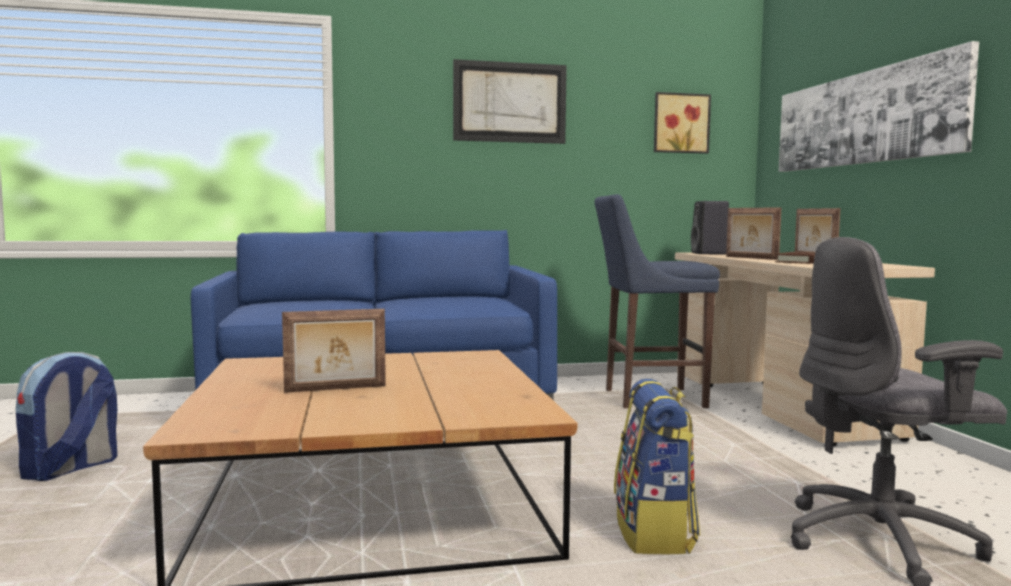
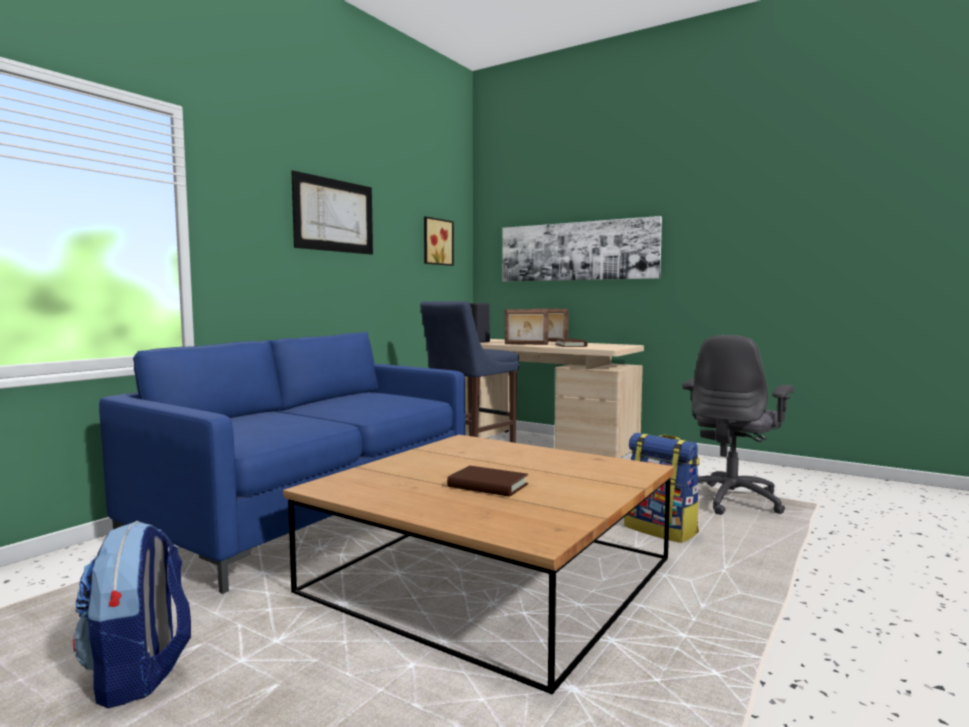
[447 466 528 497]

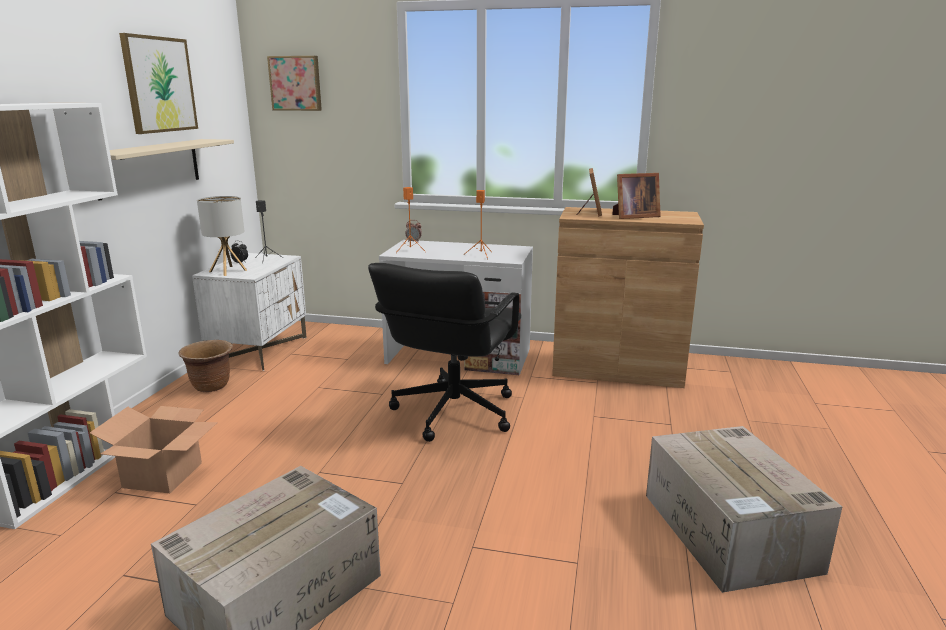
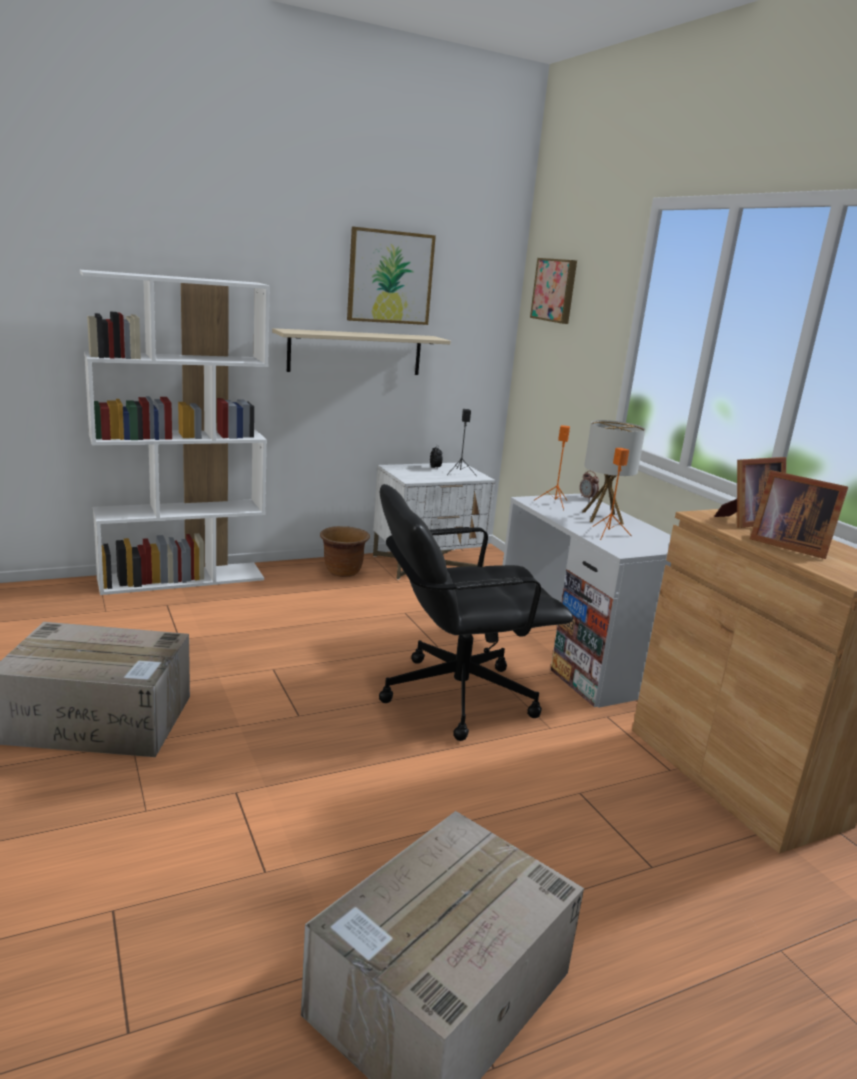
[90 406 218 493] (first image)
[582 420 645 525]

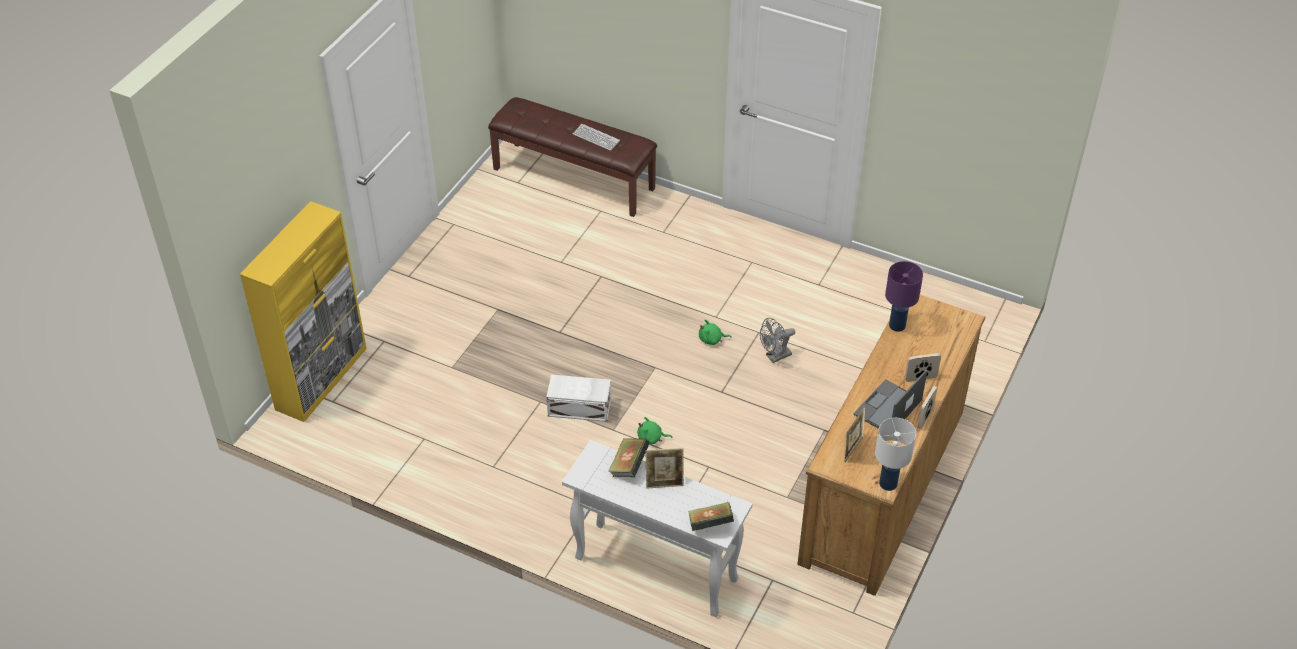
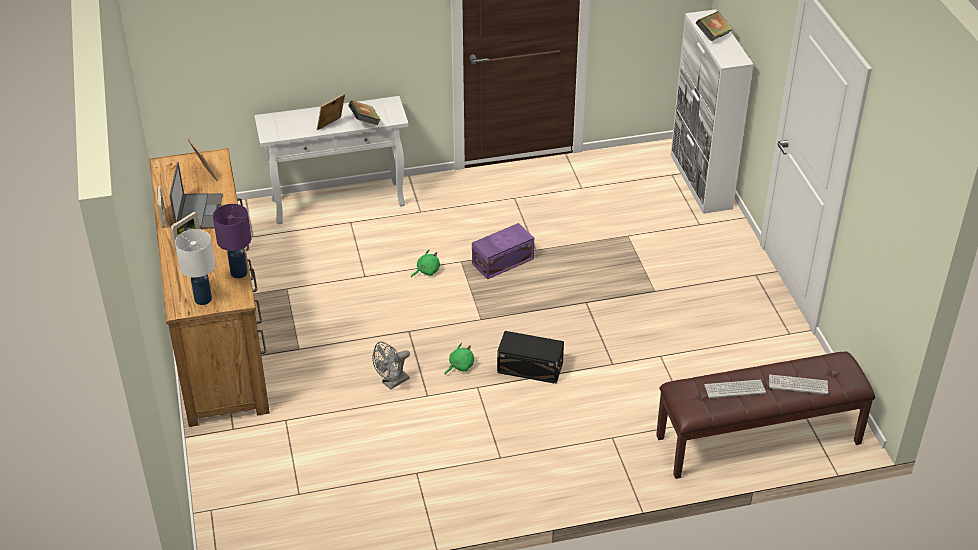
[497 331 564 384]
[769 374 828 395]
[696 11 733 41]
[175 229 215 305]
[671 9 754 214]
[472 223 534 279]
[372 342 410 390]

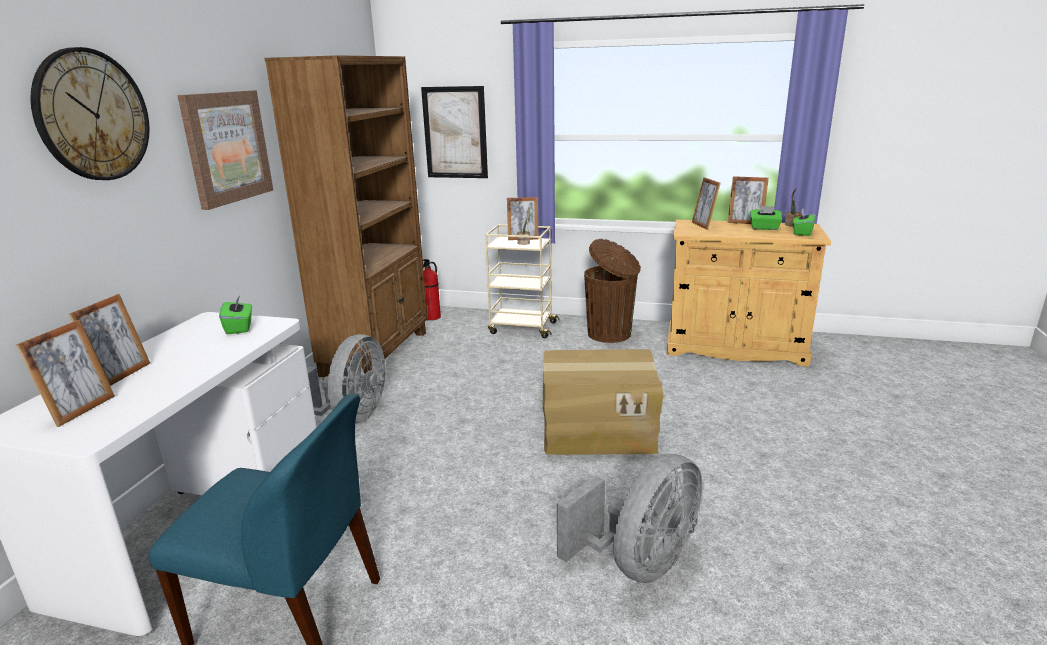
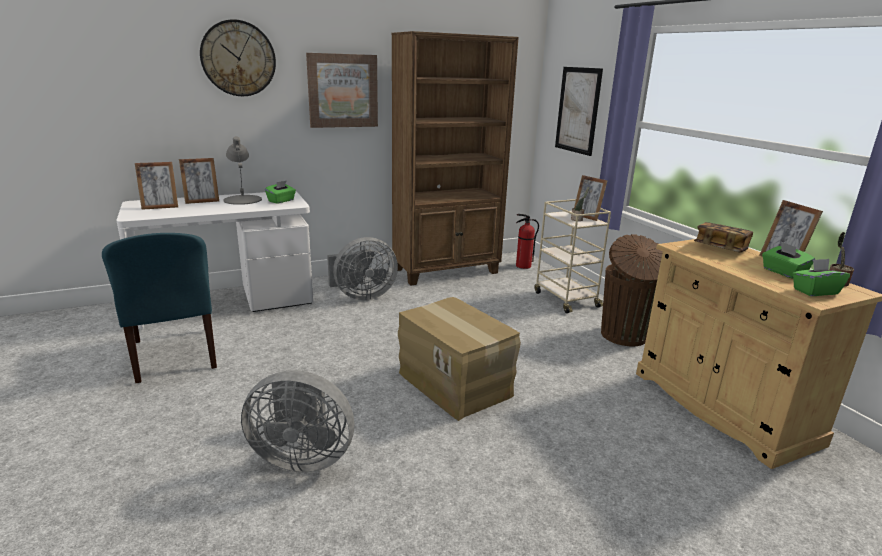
[223 136 262 205]
[694 222 753 252]

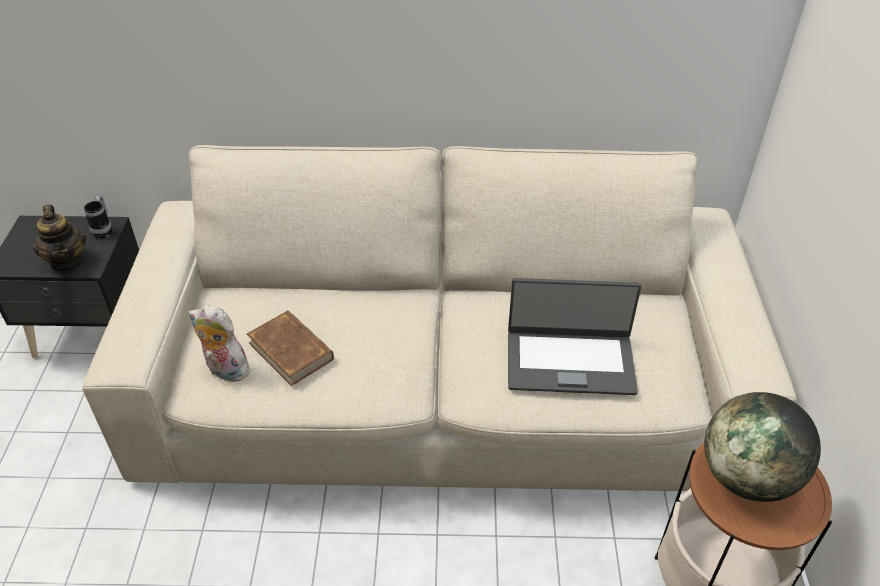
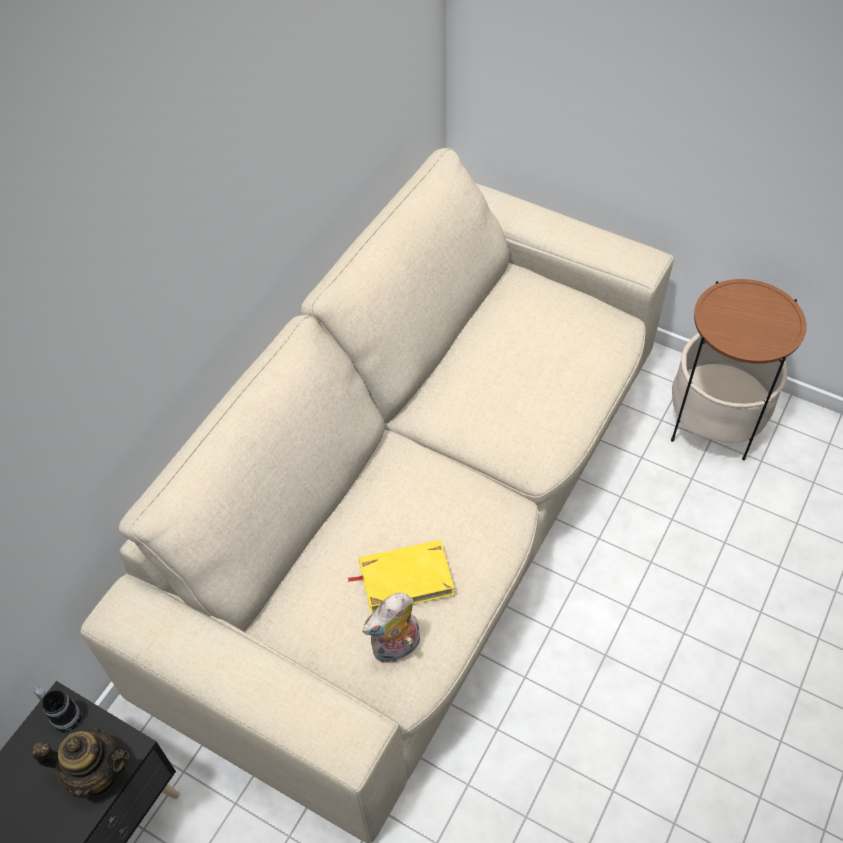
[508 278 641 395] (first image)
[704 392 821 502] (first image)
[348 540 454 614]

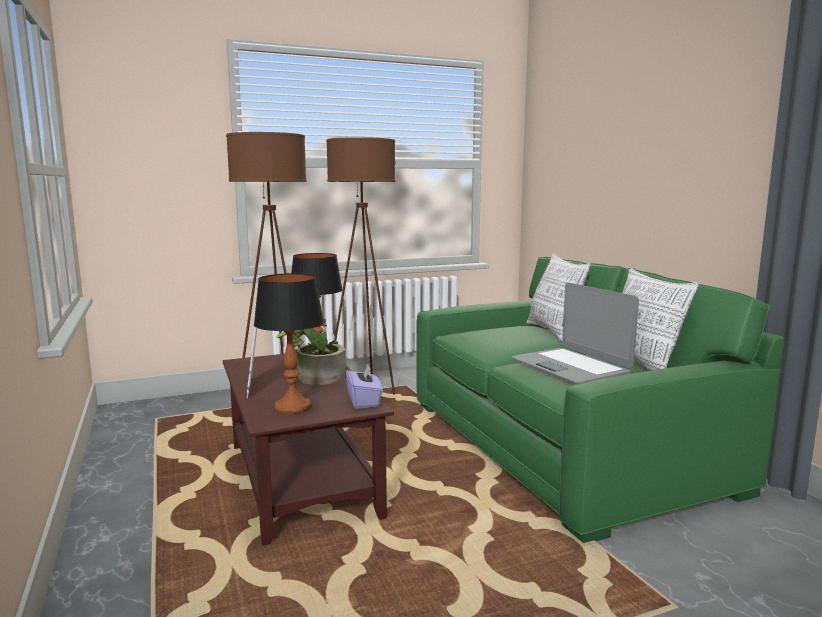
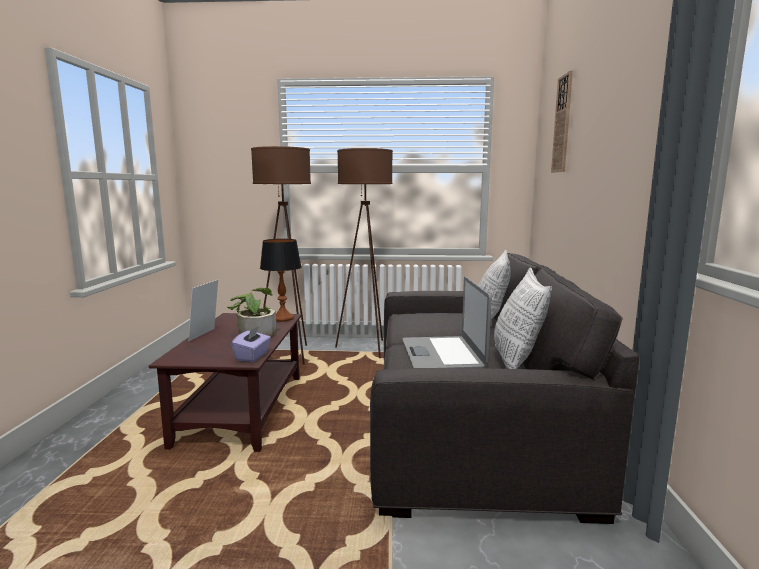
[254 274 324 414] (first image)
[551 71 573 173]
[370 253 640 524]

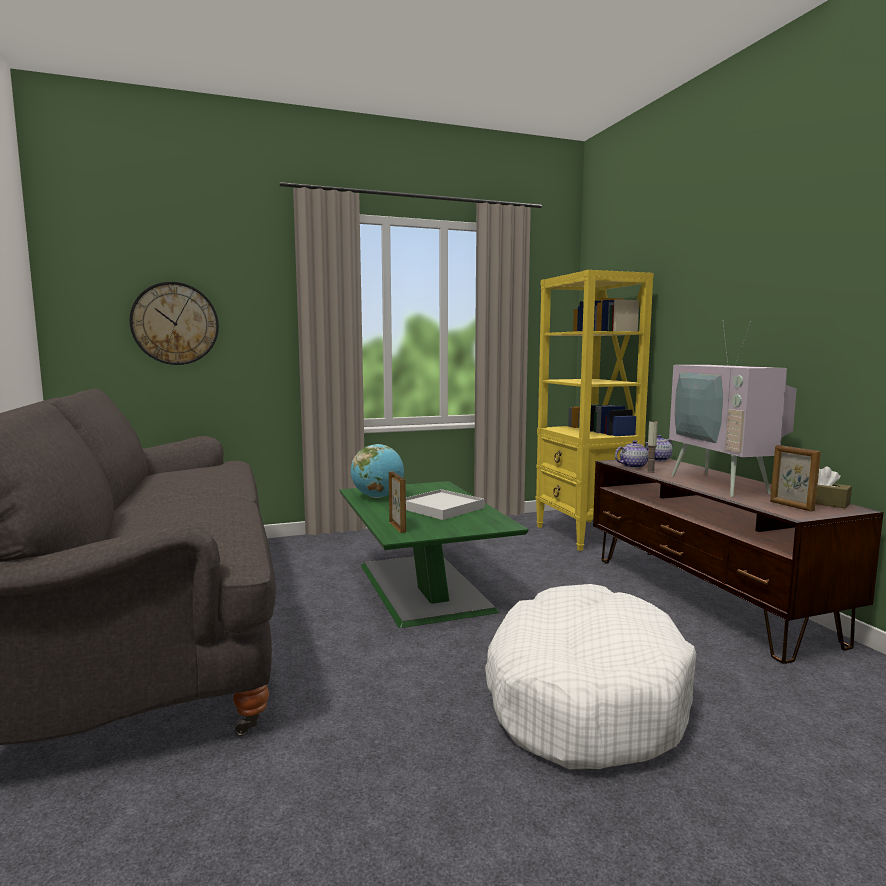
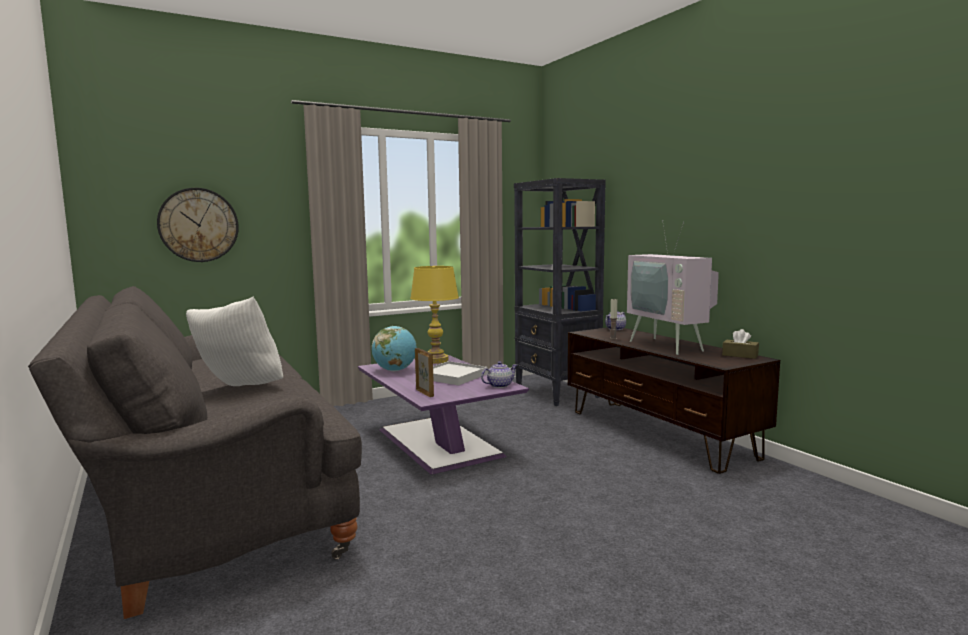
[485 584 696 769] (first image)
[770 445 821 511] (first image)
[186 297 283 386]
[410 266 459 364]
[481 361 517 388]
[358 354 529 474]
[514 178 606 406]

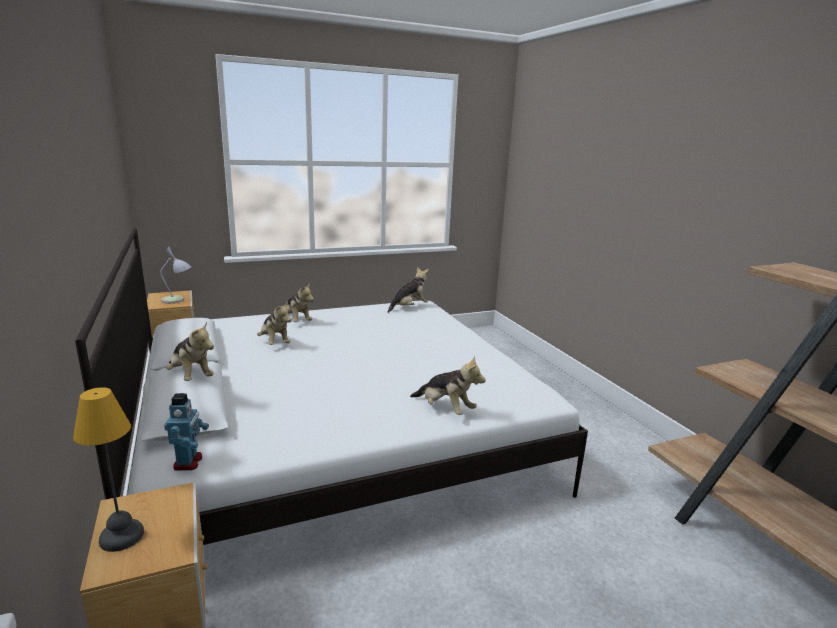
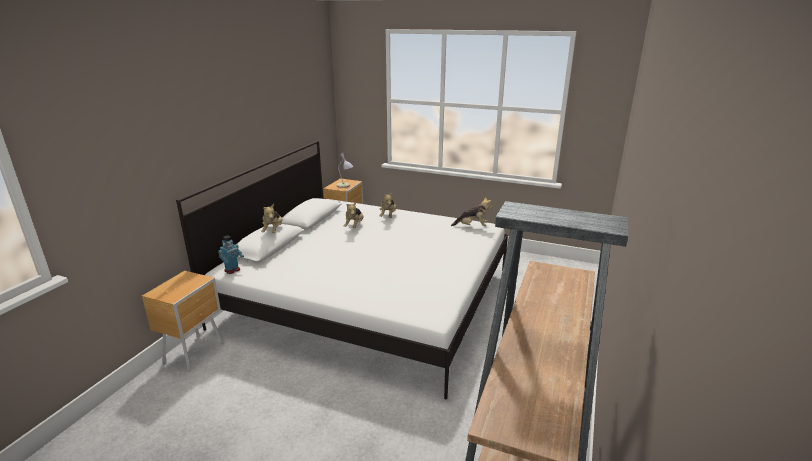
[73 387 144 552] (first image)
[410 356 486 415] (first image)

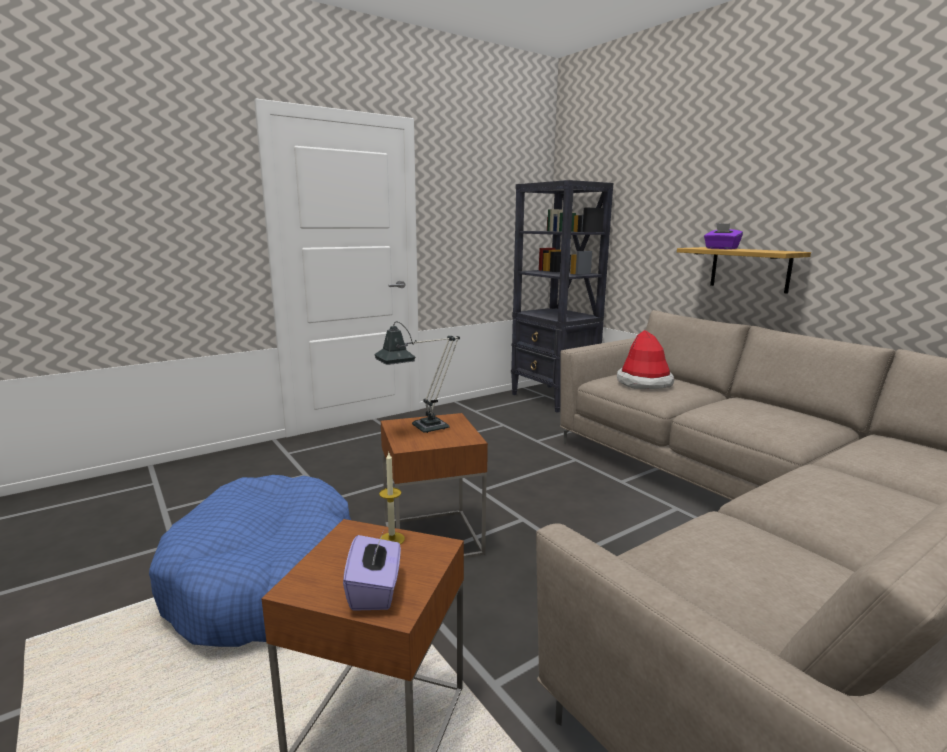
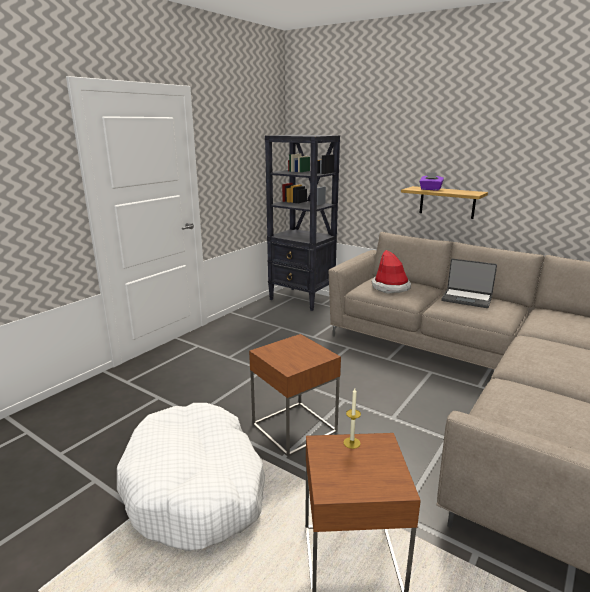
[343 533 401 611] (first image)
[374 321 460 433] (first image)
[441 259 497 308]
[117 403 265 551]

